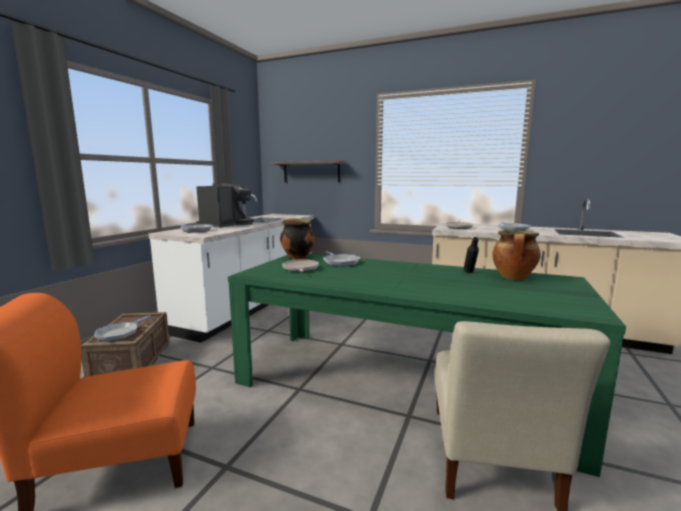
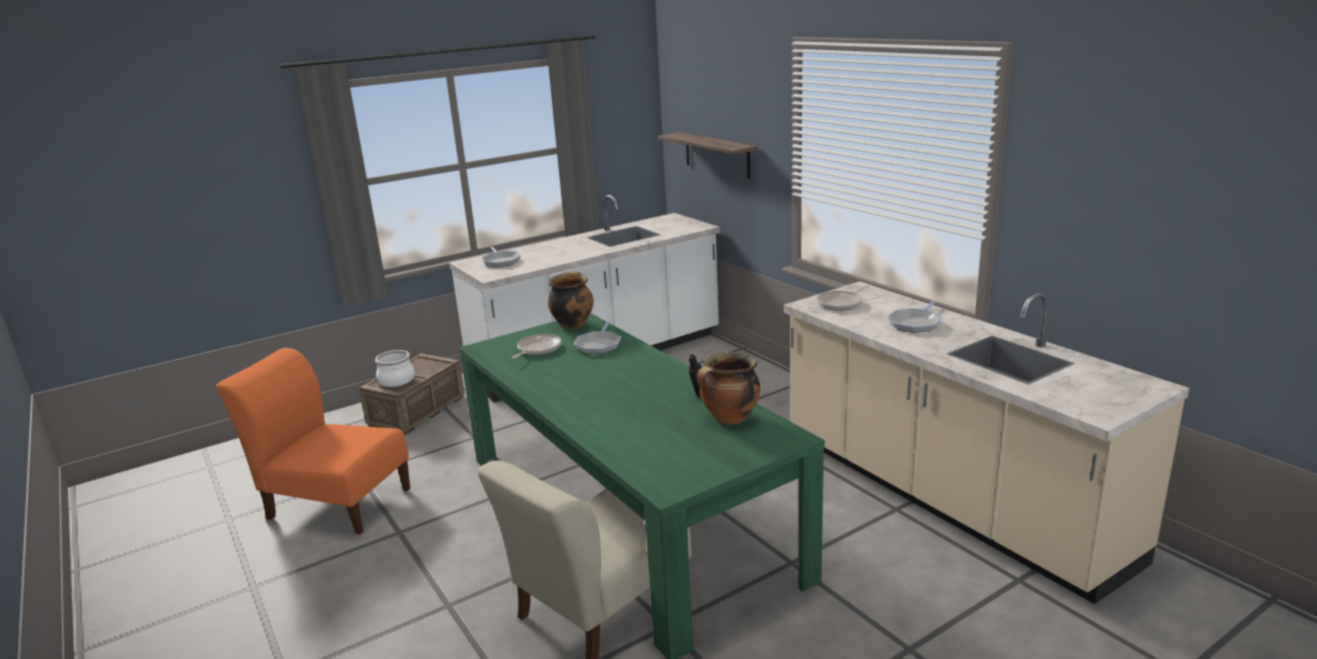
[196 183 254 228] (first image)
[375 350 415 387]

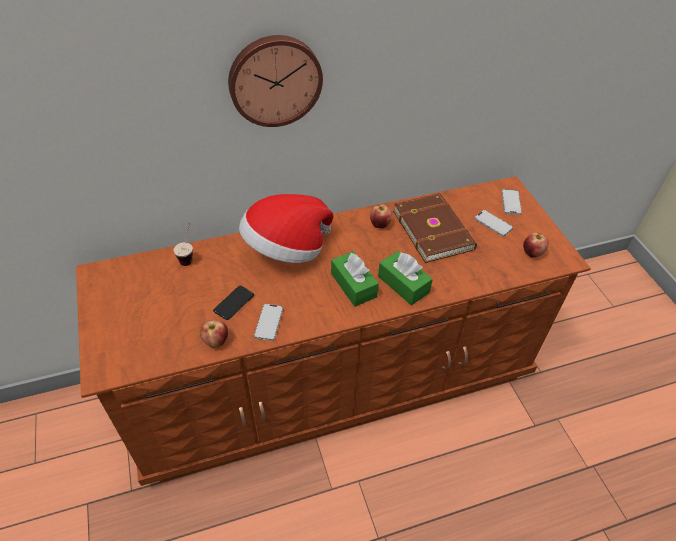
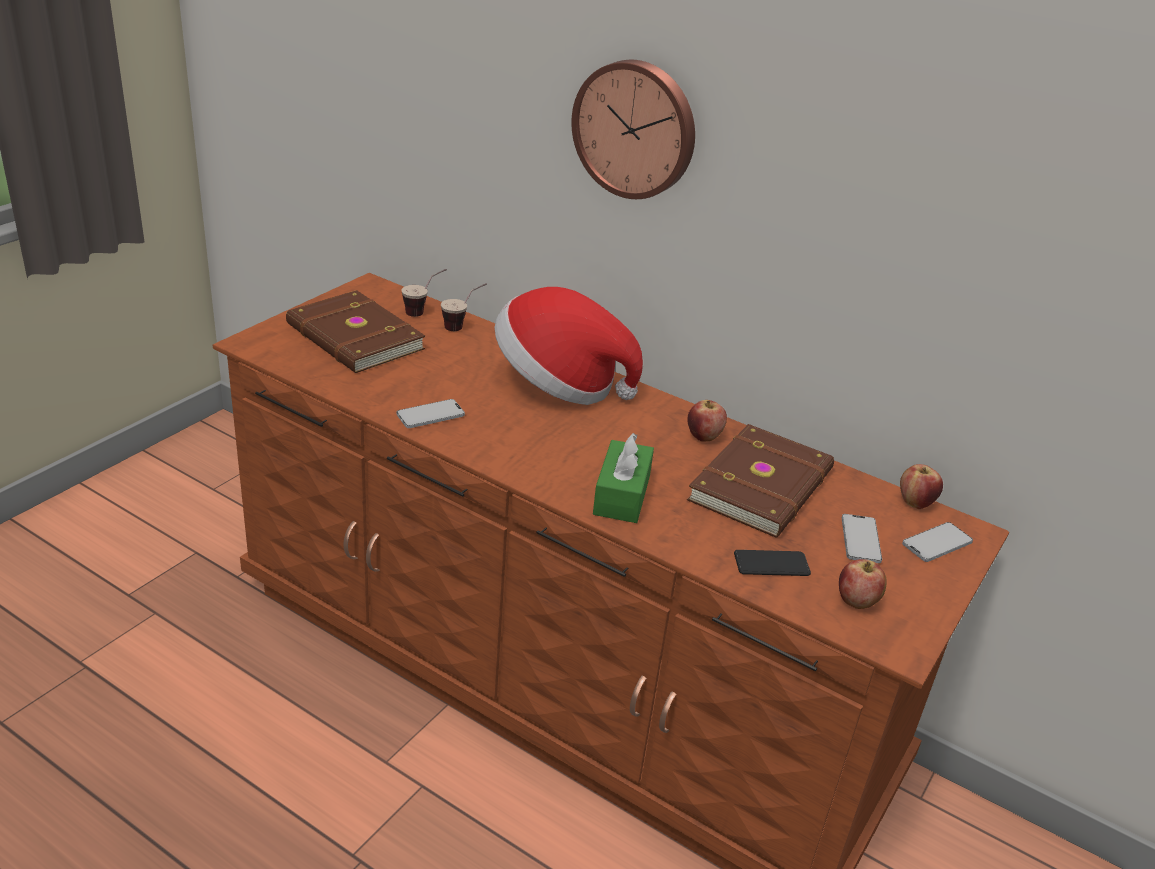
[331 251 379 307] (first image)
[286 290 425 373]
[401 269 447 317]
[900 464 943 509]
[734 550 811 576]

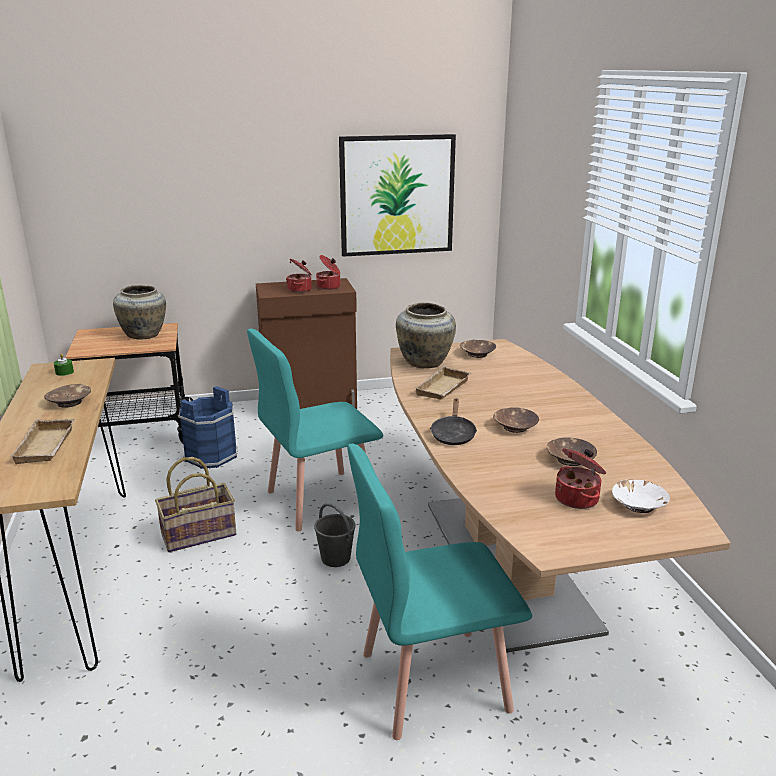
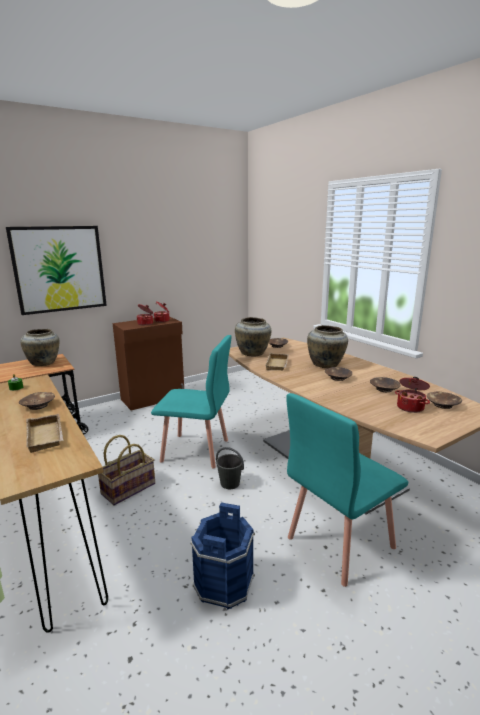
[430 398 477 445] (first image)
[307 325 348 368]
[190 502 255 609]
[6 226 107 315]
[427 391 462 409]
[151 335 232 468]

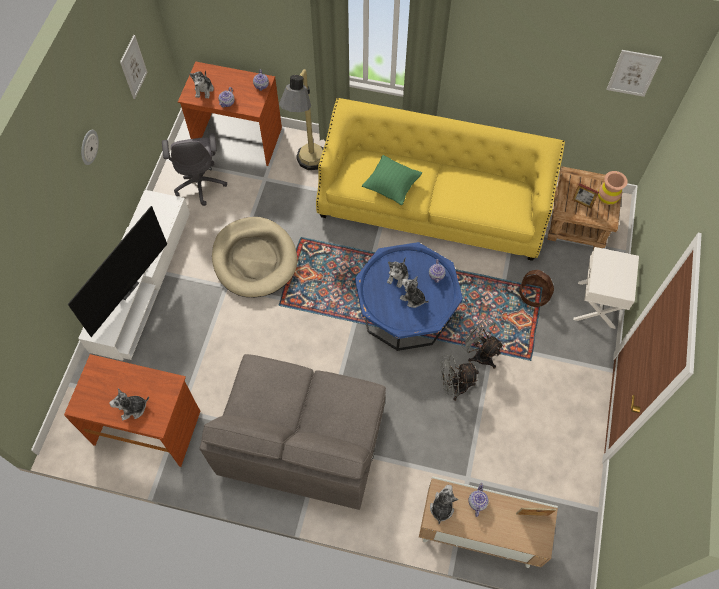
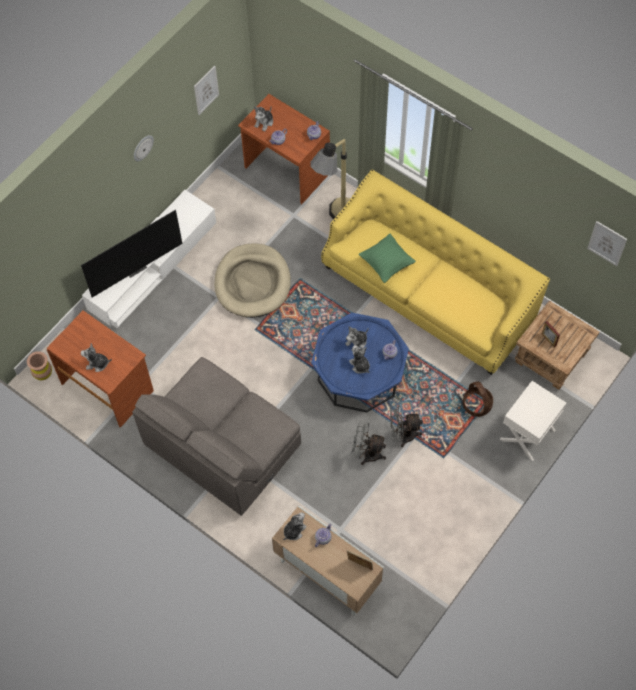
[162 133 227 206] (first image)
[27 351 52 380]
[390 405 423 447]

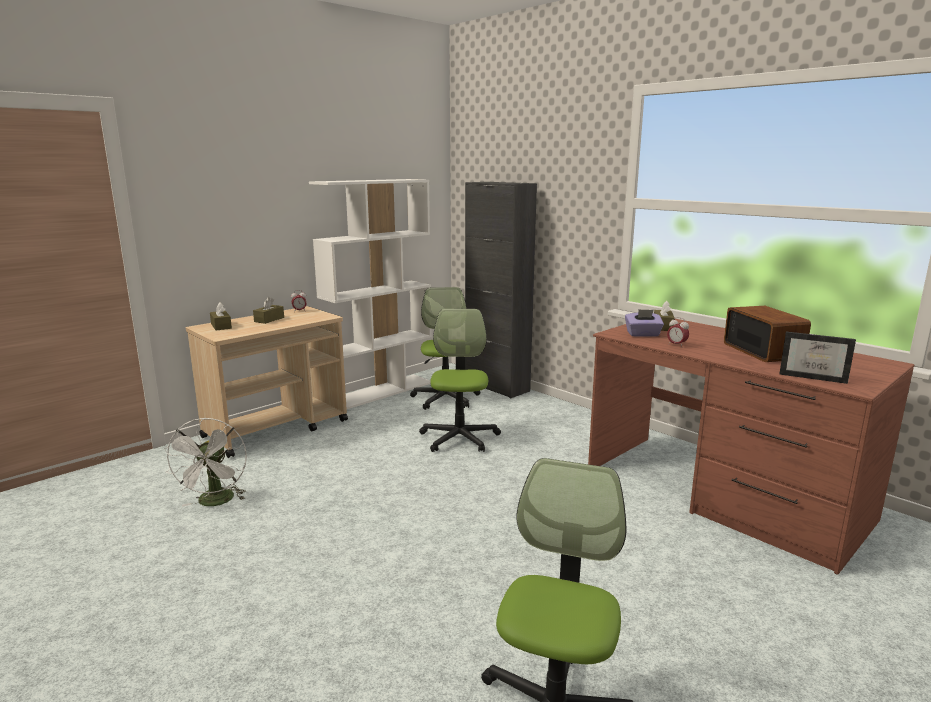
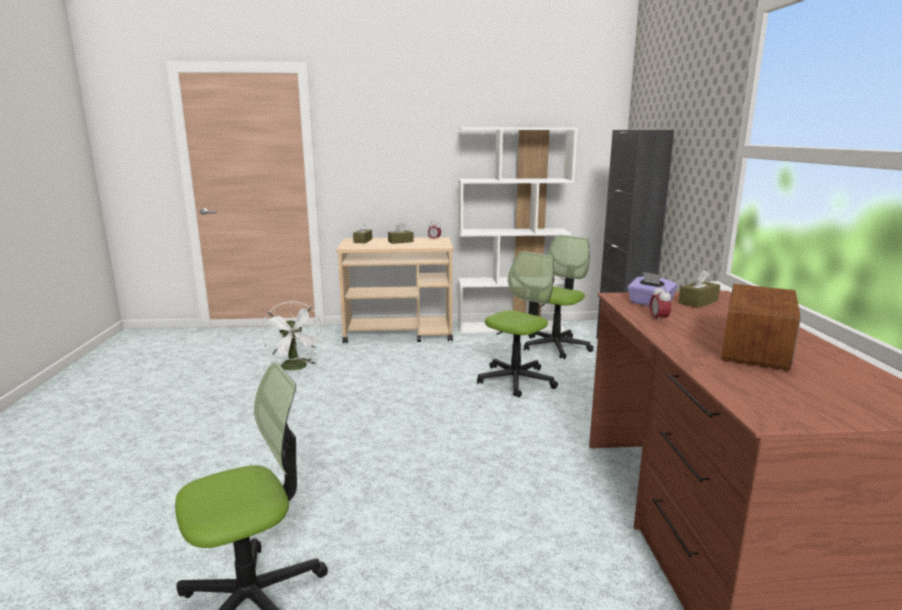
[779 332 856 384] (first image)
[261 301 322 370]

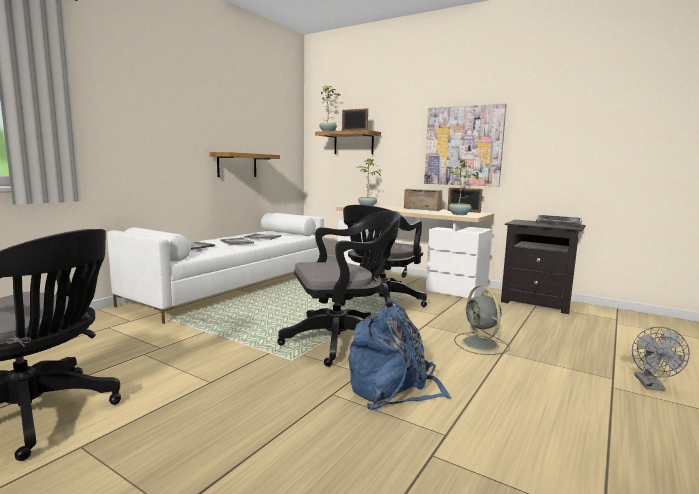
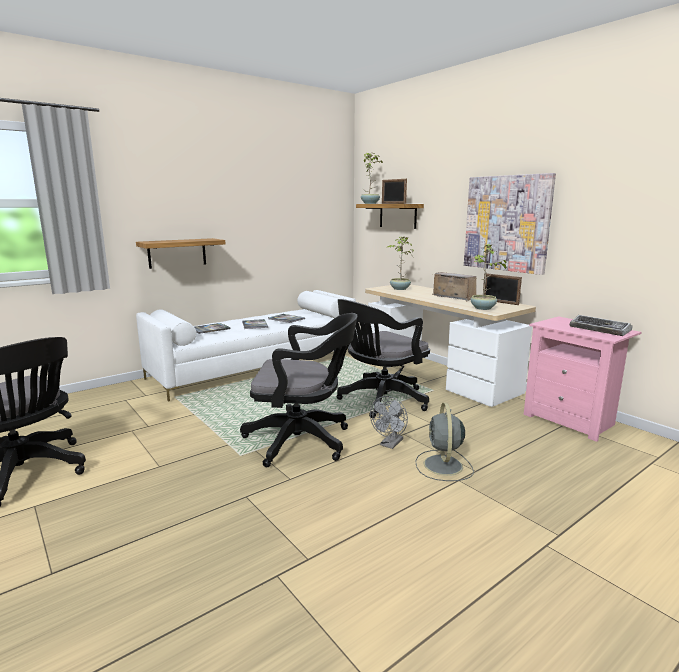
[348 301 451 410] (first image)
[136 238 226 269]
[370 396 408 449]
[523 316 642 442]

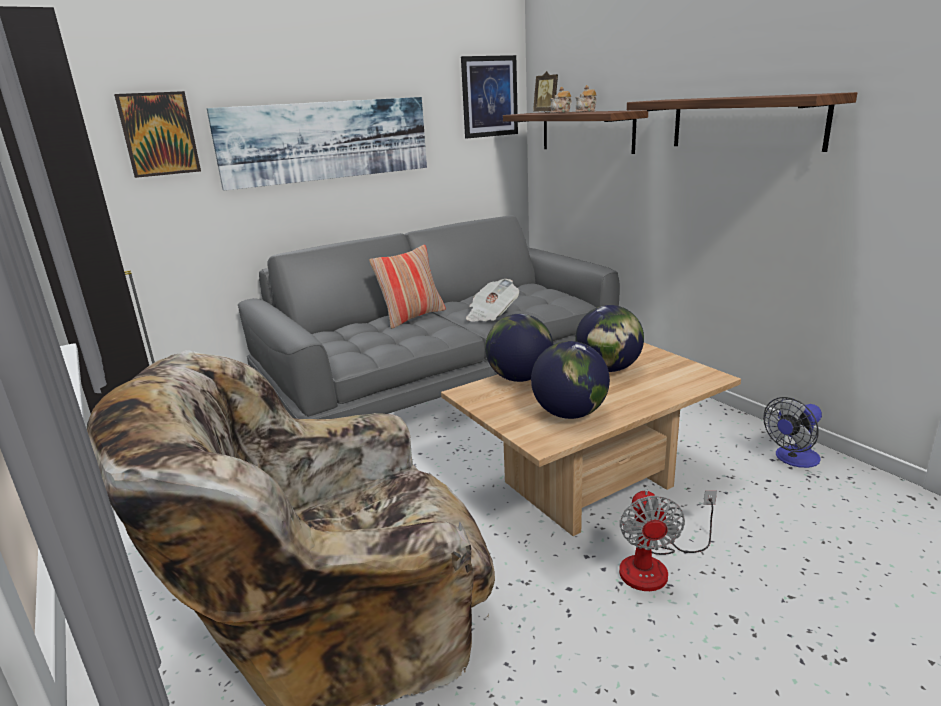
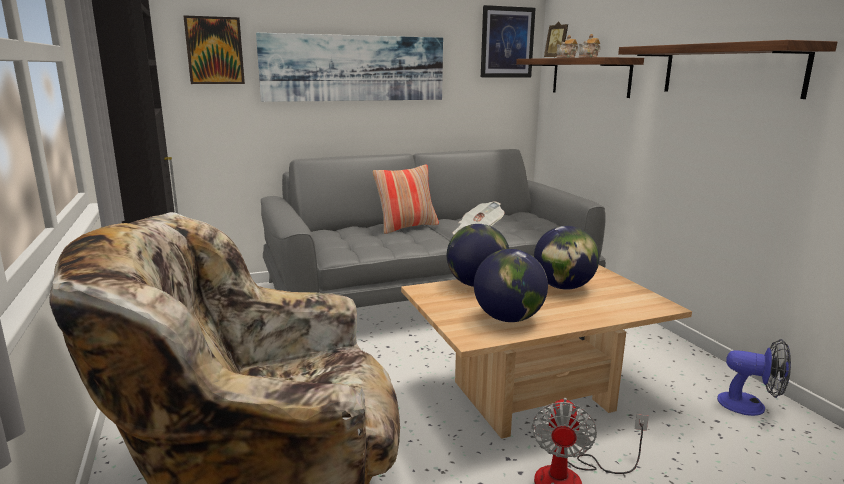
[717 339 791 416]

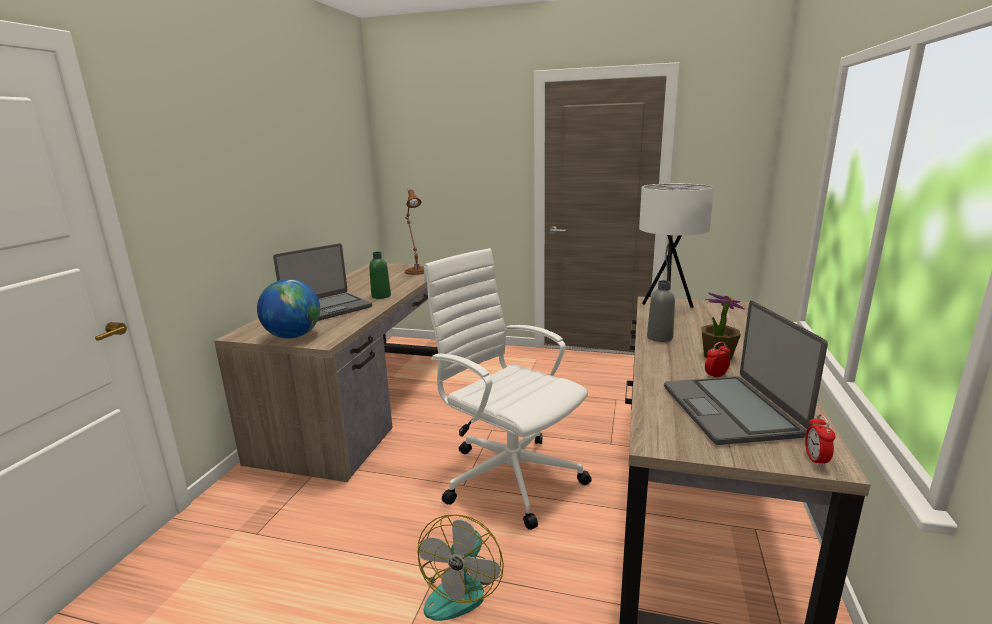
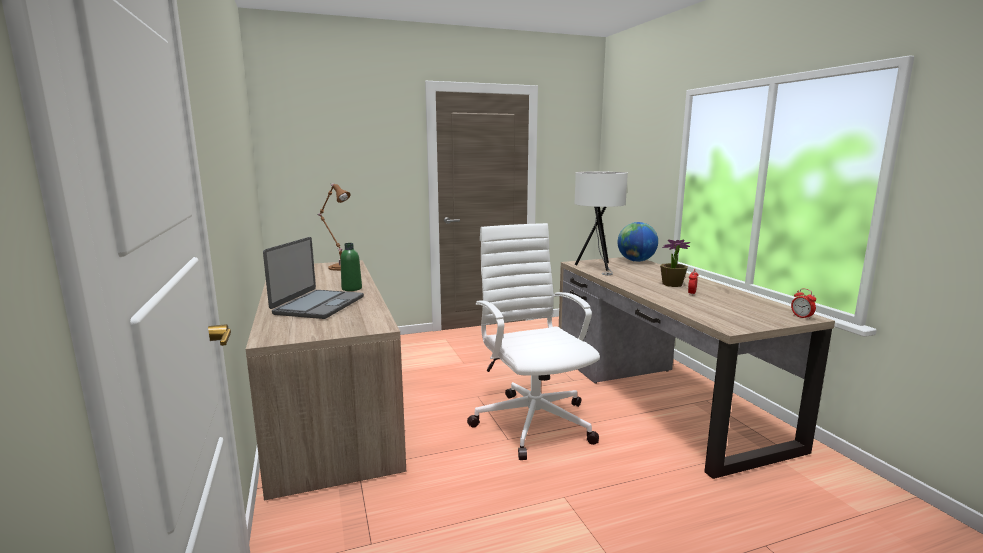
[418 515 504 621] (first image)
[647 280 675 342] (first image)
[664 301 828 445] (first image)
[618 222 658 262]
[467 223 600 460]

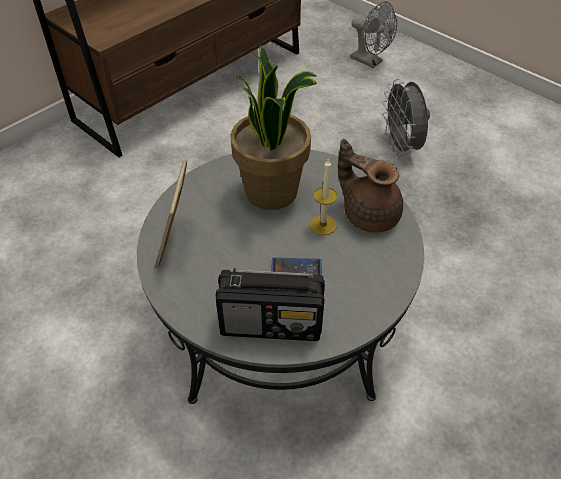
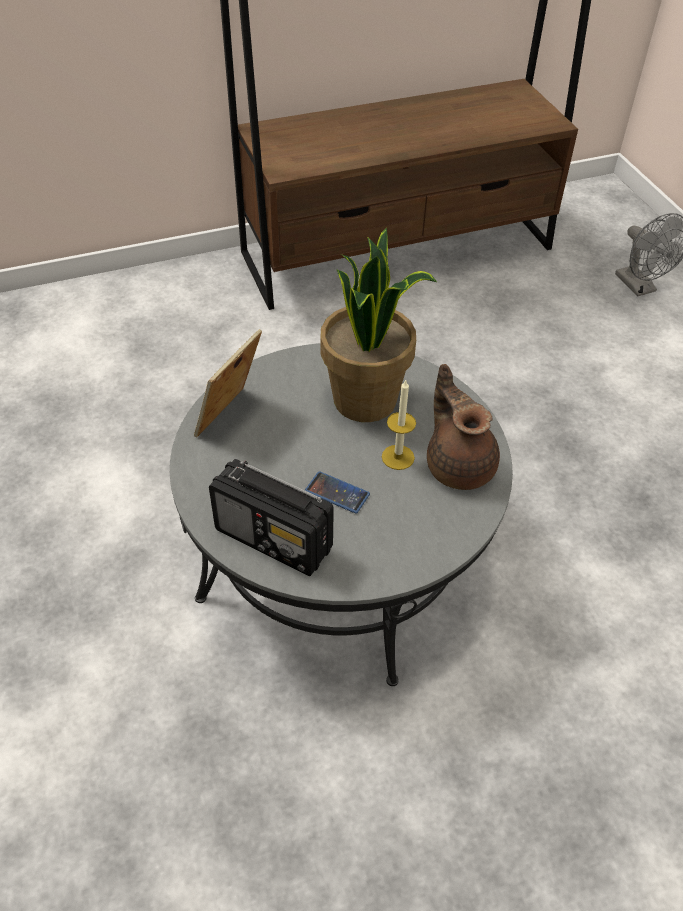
[382 79 430 156] (first image)

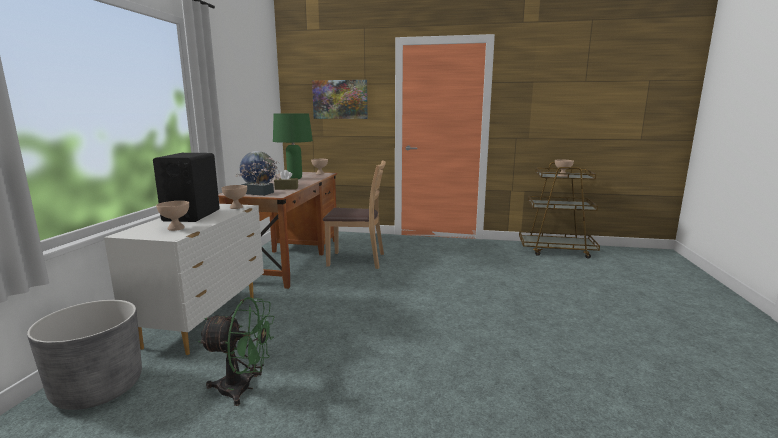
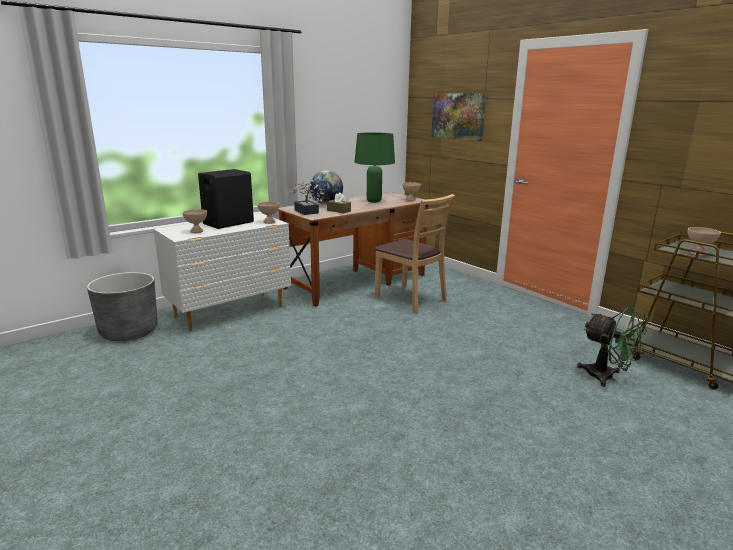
[577 307 648 387]

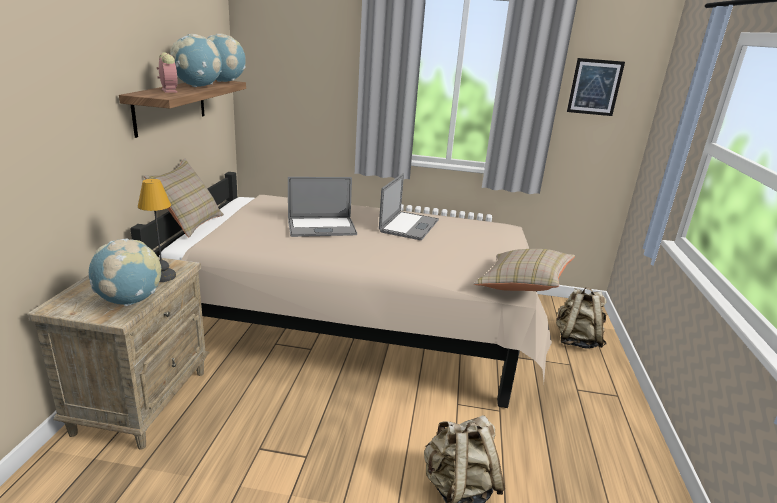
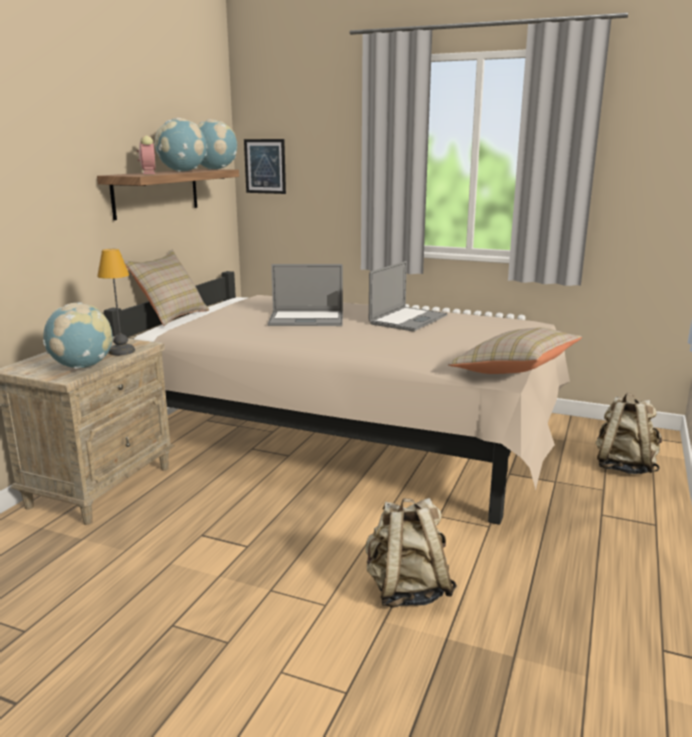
[244 139 286 194]

